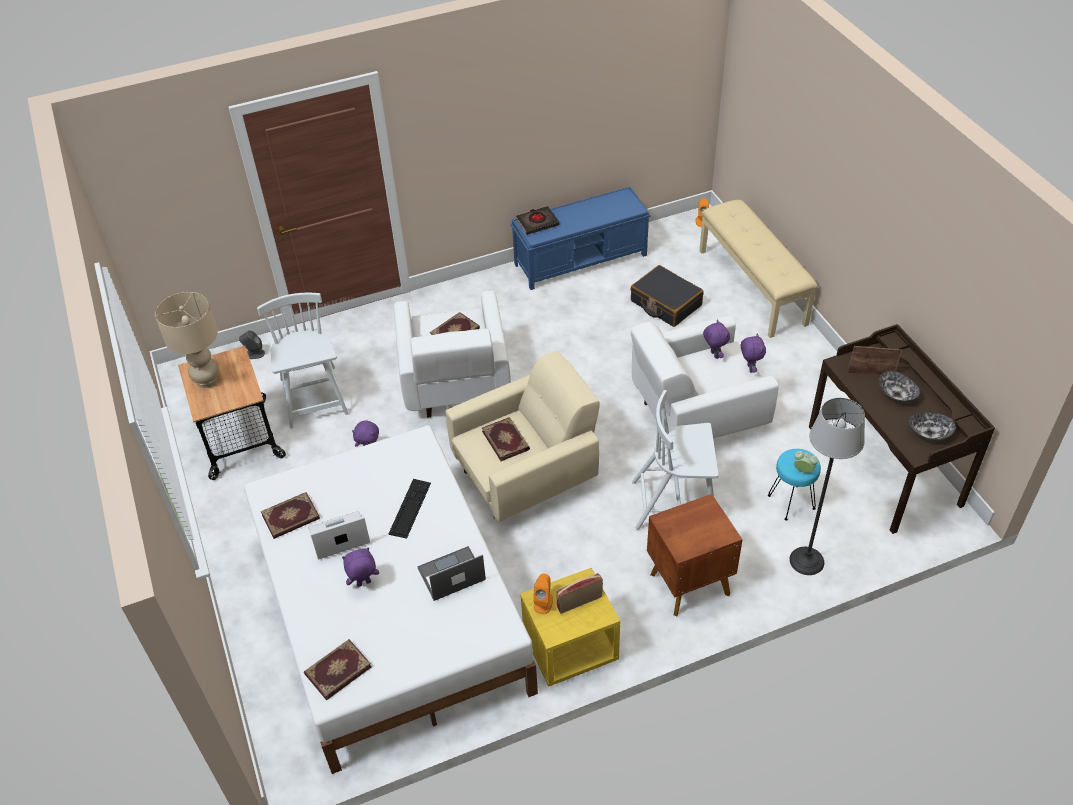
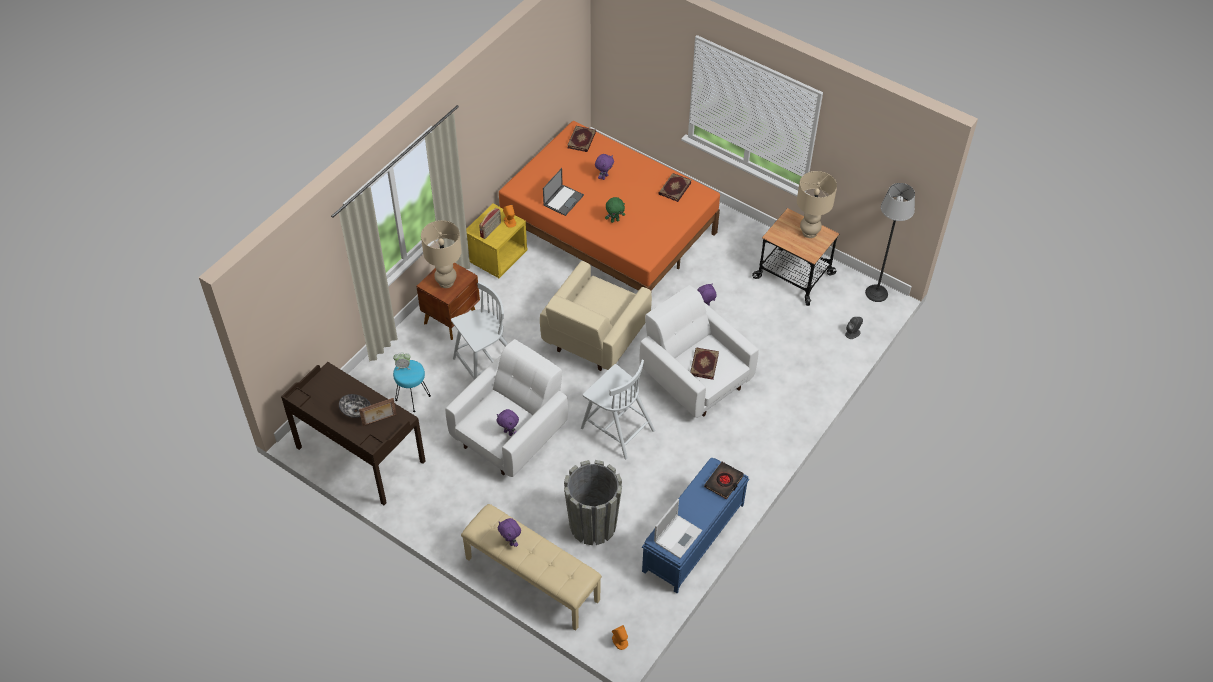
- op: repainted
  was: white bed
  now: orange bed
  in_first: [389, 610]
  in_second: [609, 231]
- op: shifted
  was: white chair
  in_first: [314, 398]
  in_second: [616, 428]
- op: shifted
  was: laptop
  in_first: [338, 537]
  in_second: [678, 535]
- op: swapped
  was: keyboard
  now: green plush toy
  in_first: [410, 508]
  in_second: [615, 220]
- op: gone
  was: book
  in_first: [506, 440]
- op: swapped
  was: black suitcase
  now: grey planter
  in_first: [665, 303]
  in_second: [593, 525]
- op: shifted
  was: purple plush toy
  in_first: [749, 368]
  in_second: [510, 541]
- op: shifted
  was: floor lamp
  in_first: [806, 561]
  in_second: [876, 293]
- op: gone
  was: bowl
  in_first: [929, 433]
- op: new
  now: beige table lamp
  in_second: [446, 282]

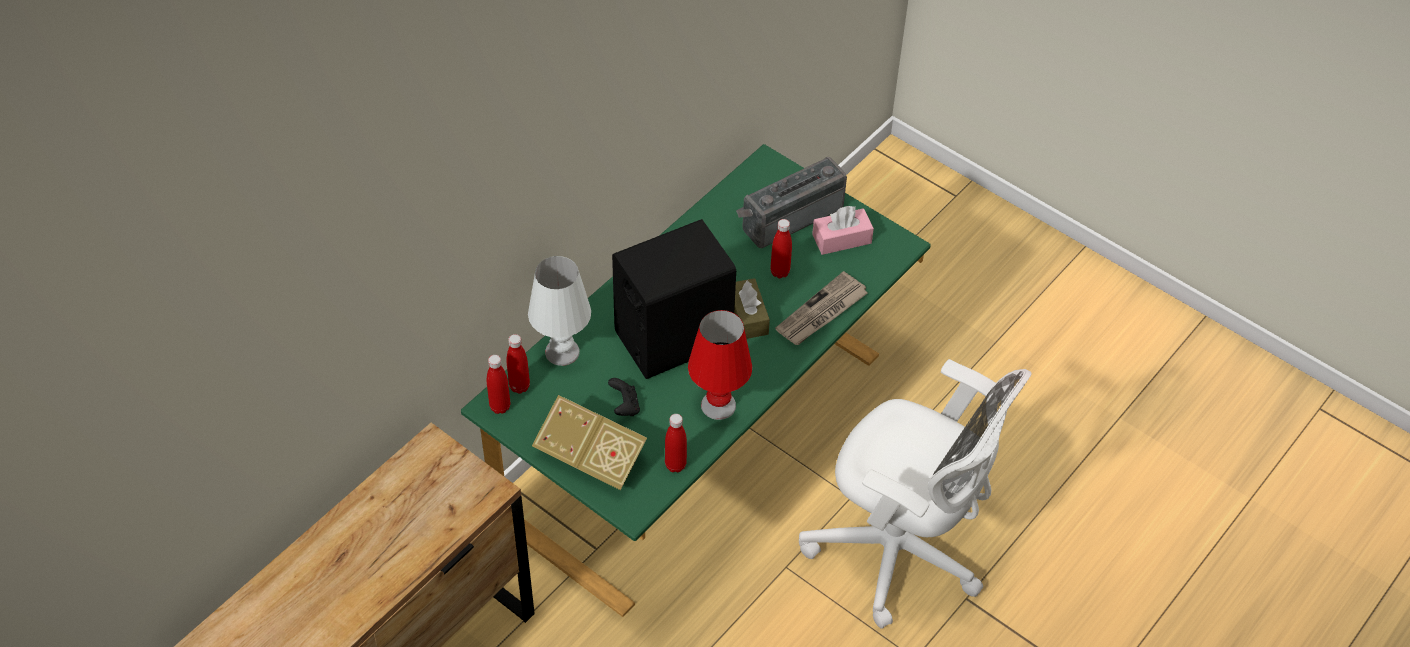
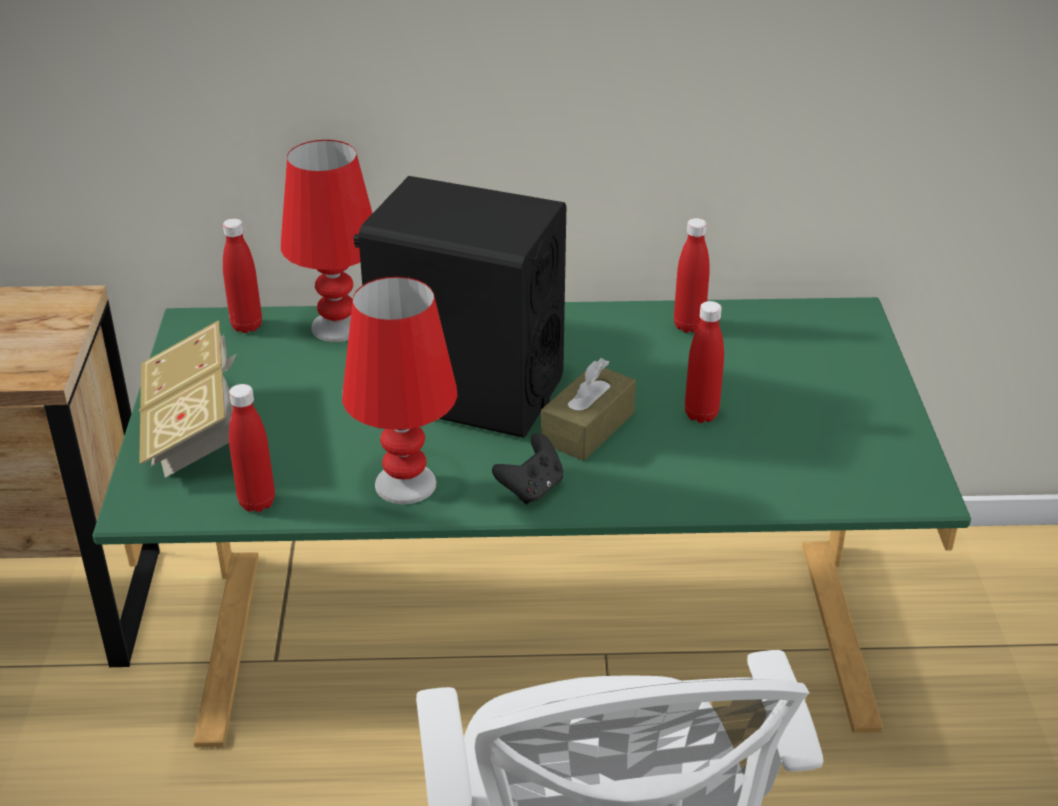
- op: shifted
  was: red bottle
  in_first: [500, 407]
  in_second: [689, 326]
- op: repainted
  was: white table lamp
  now: red table lamp
  in_first: [561, 351]
  in_second: [337, 326]
- op: shifted
  was: black game controller
  in_first: [624, 406]
  in_second: [531, 488]
- op: gone
  was: radio
  in_first: [789, 216]
- op: gone
  was: newspaper
  in_first: [821, 312]
- op: gone
  was: pink tissue box
  in_first: [841, 239]

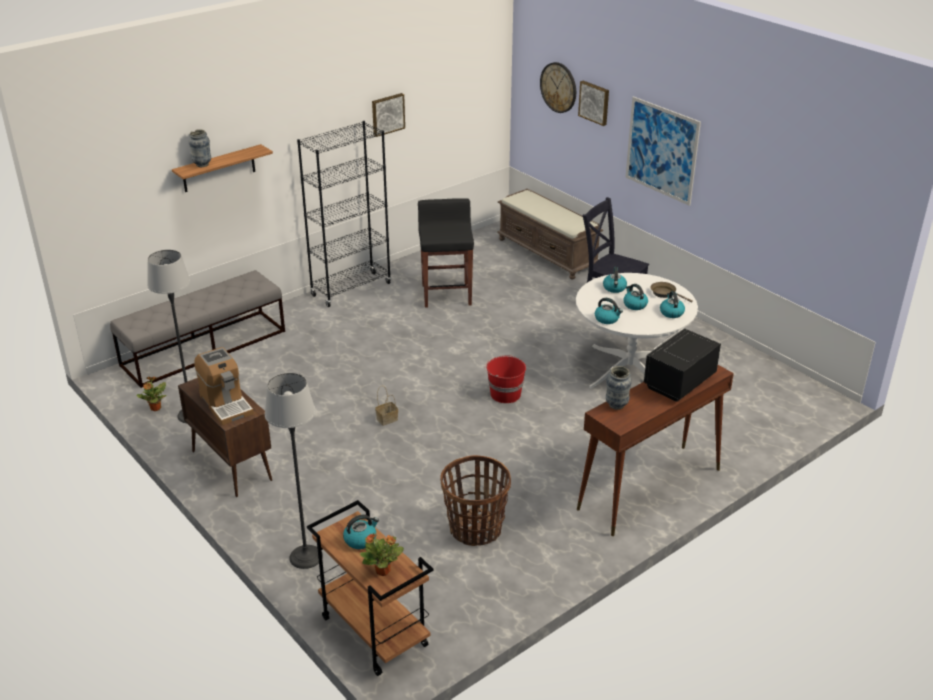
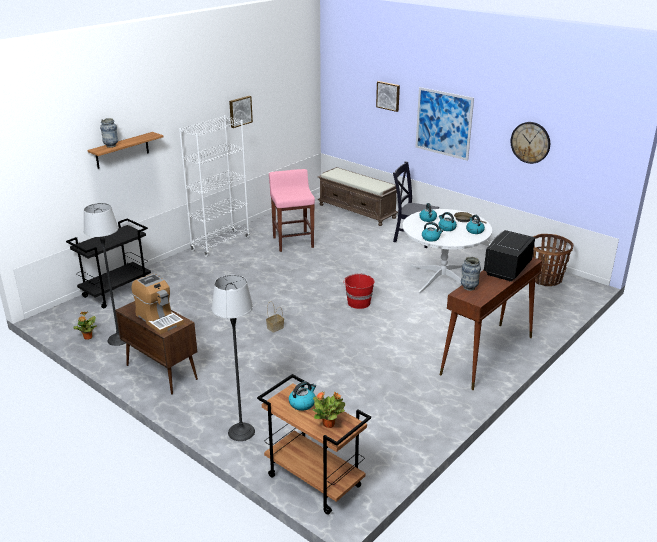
- op: swapped
  was: grey bench
  now: black cart
  in_first: [204, 348]
  in_second: [117, 292]
- op: repainted
  was: black bookcase
  now: white bookcase
  in_first: [351, 289]
  in_second: [220, 244]
- op: repainted
  was: black stool
  now: pink stool
  in_first: [446, 294]
  in_second: [293, 242]
- op: shifted
  was: basket
  in_first: [475, 529]
  in_second: [545, 279]
- op: shifted
  was: wall clock
  in_first: [558, 87]
  in_second: [530, 142]

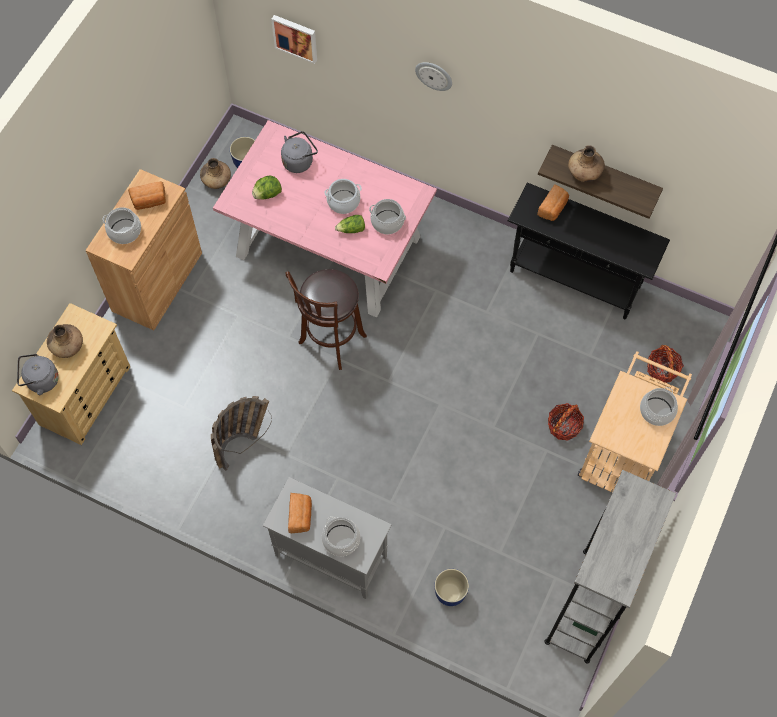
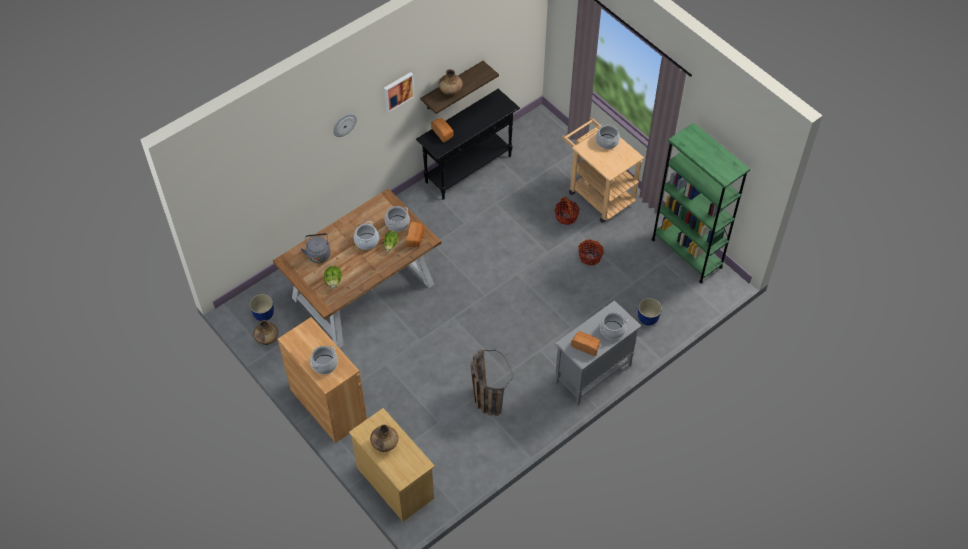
- op: gone
  was: grey kettle
  in_first: [40, 381]
- op: shifted
  was: bread
  in_first: [149, 201]
  in_second: [415, 238]
- op: repainted
  was: pink dining table
  now: brown dining table
  in_first: [327, 246]
  in_second: [362, 291]
- op: shifted
  was: picture
  in_first: [295, 37]
  in_second: [398, 91]
- op: gone
  was: brown stool
  in_first: [330, 342]
- op: repainted
  was: grey bookcase
  now: green bookcase
  in_first: [586, 605]
  in_second: [686, 253]
- op: shifted
  was: basket
  in_first: [662, 369]
  in_second: [590, 256]

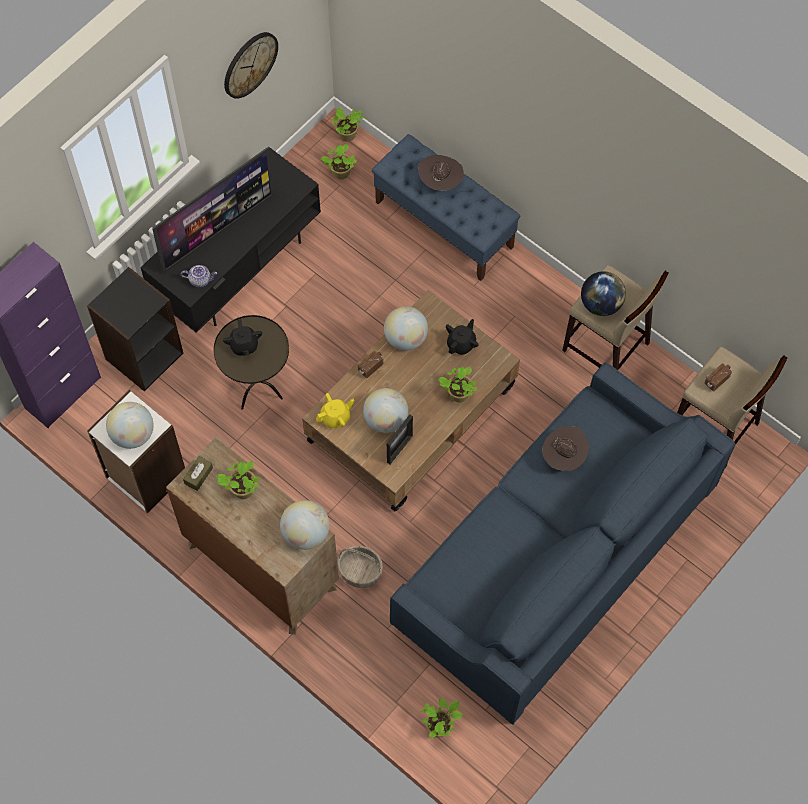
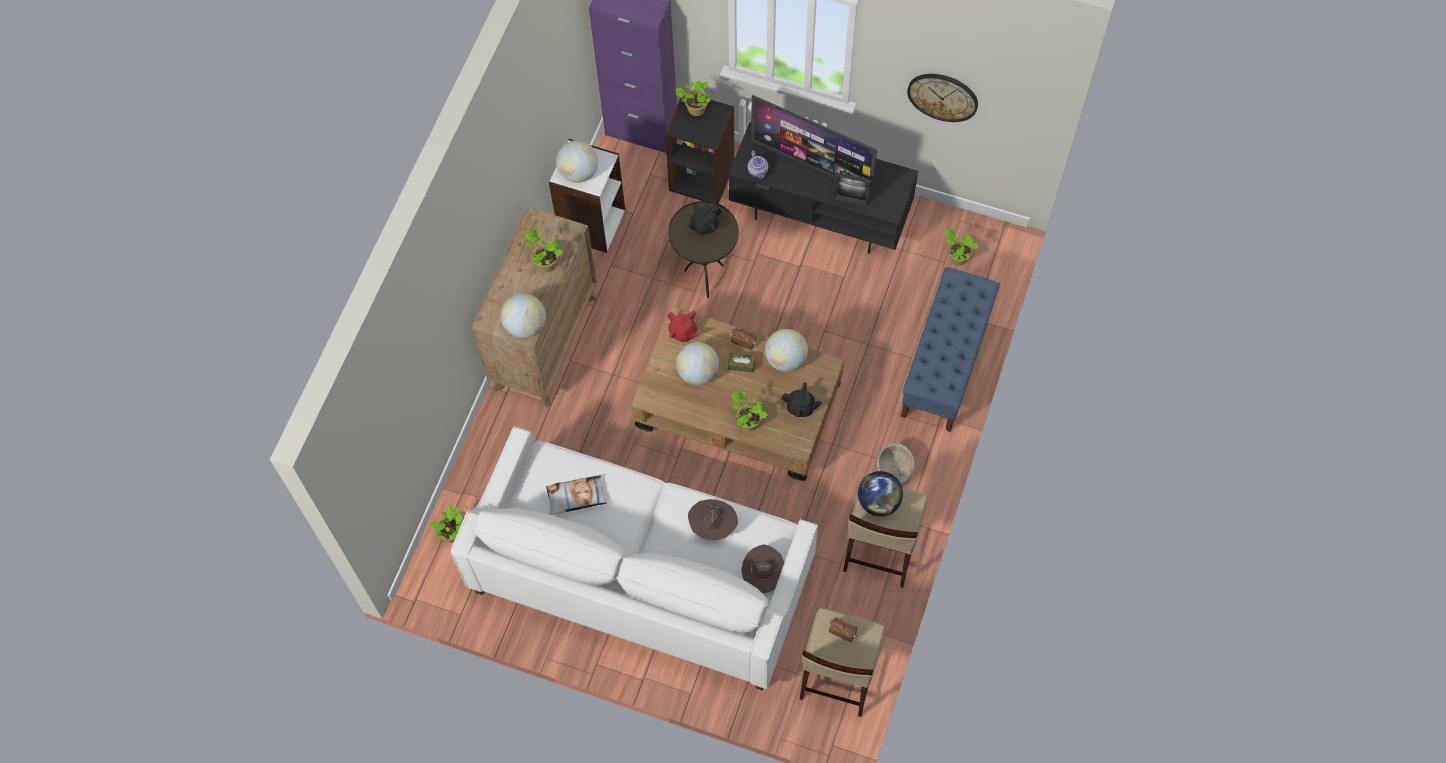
- op: shifted
  was: brown tissue box
  in_first: [198, 475]
  in_second: [741, 365]
- op: repainted
  was: yellow teapot
  now: red teapot
  in_first: [336, 417]
  in_second: [683, 332]
- op: shifted
  was: potted plant
  in_first: [347, 136]
  in_second: [695, 109]
- op: shifted
  was: basket
  in_first: [361, 572]
  in_second: [894, 471]
- op: shifted
  was: picture frame
  in_first: [399, 449]
  in_second: [850, 201]
- op: repainted
  was: blue sofa
  now: white sofa
  in_first: [554, 561]
  in_second: [642, 576]
- op: shifted
  was: brown hat
  in_first: [440, 181]
  in_second: [763, 575]
- op: new
  now: pillow
  in_second: [576, 497]

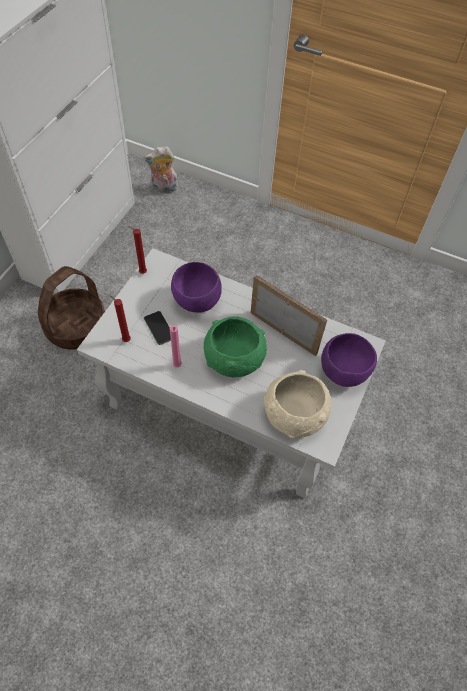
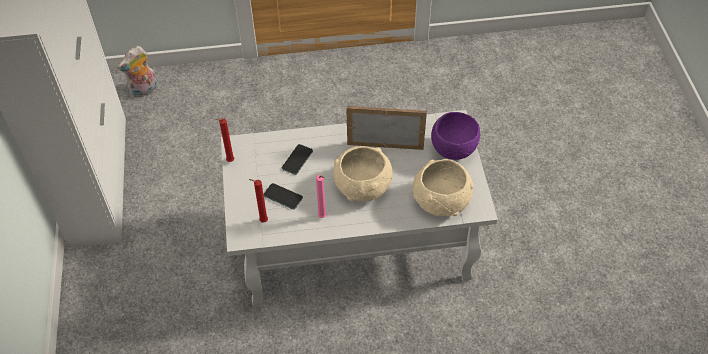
- op: gone
  was: basket
  in_first: [76, 326]
- op: swapped
  was: purple bowl
  now: phone
  in_first: [197, 302]
  in_second: [297, 160]
- op: repainted
  was: green bowl
  now: beige bowl
  in_first: [234, 358]
  in_second: [362, 185]

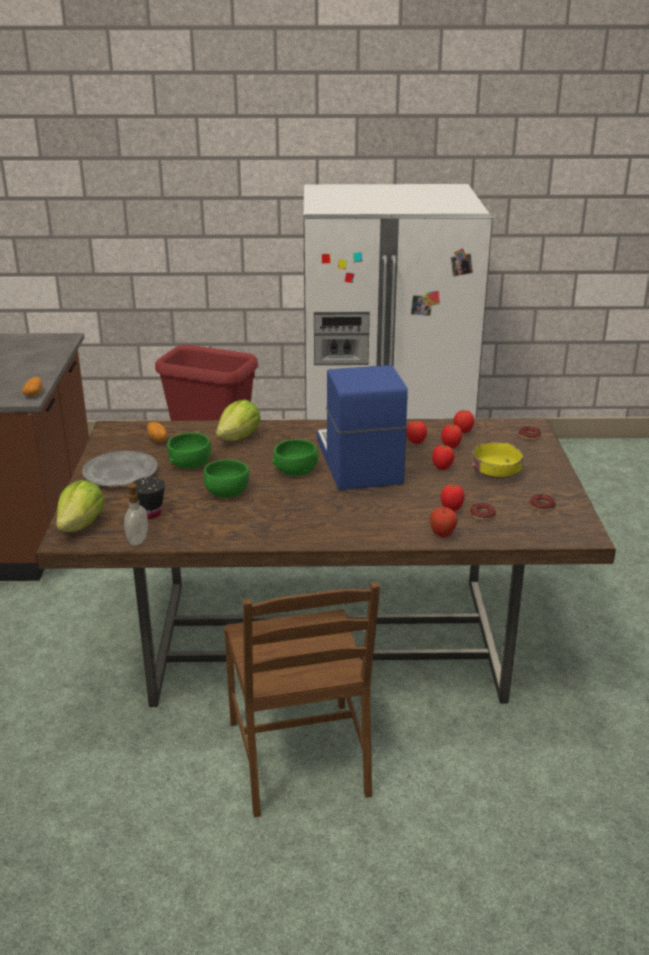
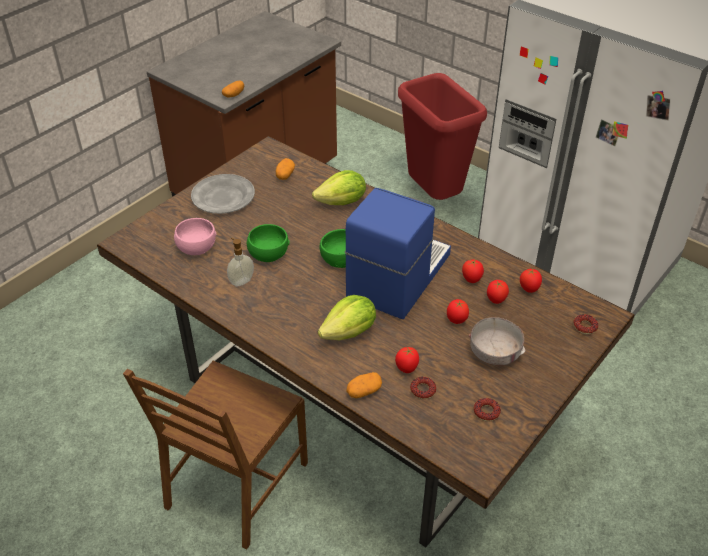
- op: shifted
  was: lettuce
  in_first: [82, 525]
  in_second: [349, 332]
- op: shifted
  was: soap dispenser
  in_first: [137, 540]
  in_second: [241, 281]
- op: swapped
  was: black cup
  now: pink bowl
  in_first: [150, 514]
  in_second: [197, 247]
- op: gone
  was: green bowl
  in_first: [190, 463]
- op: swapped
  was: apple
  now: potato
  in_first: [442, 535]
  in_second: [364, 391]
- op: repainted
  was: yellow bowl
  now: grey bowl
  in_first: [495, 473]
  in_second: [494, 352]

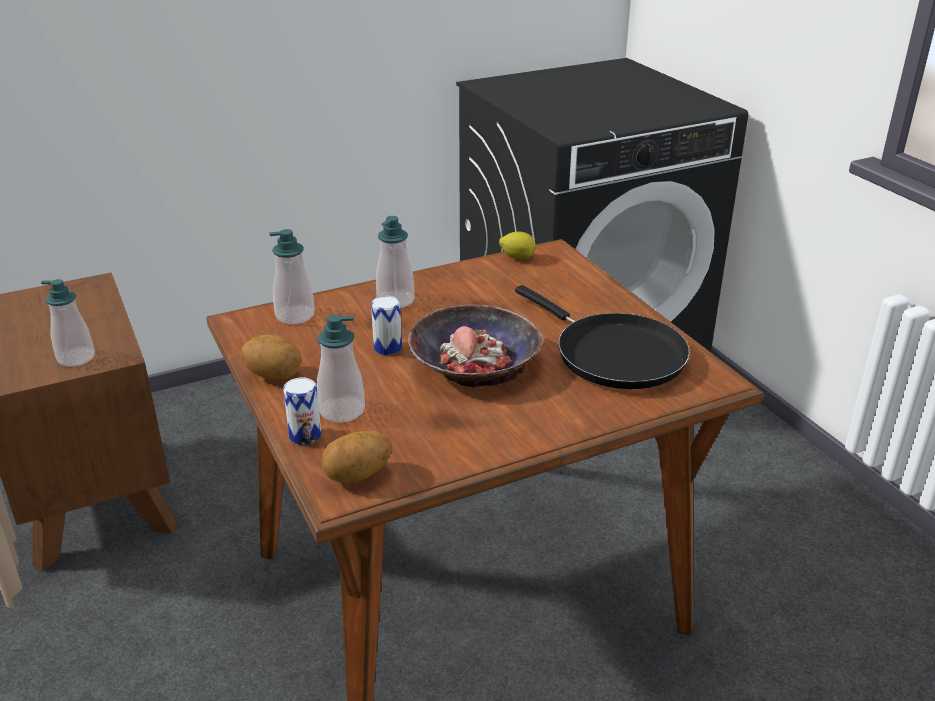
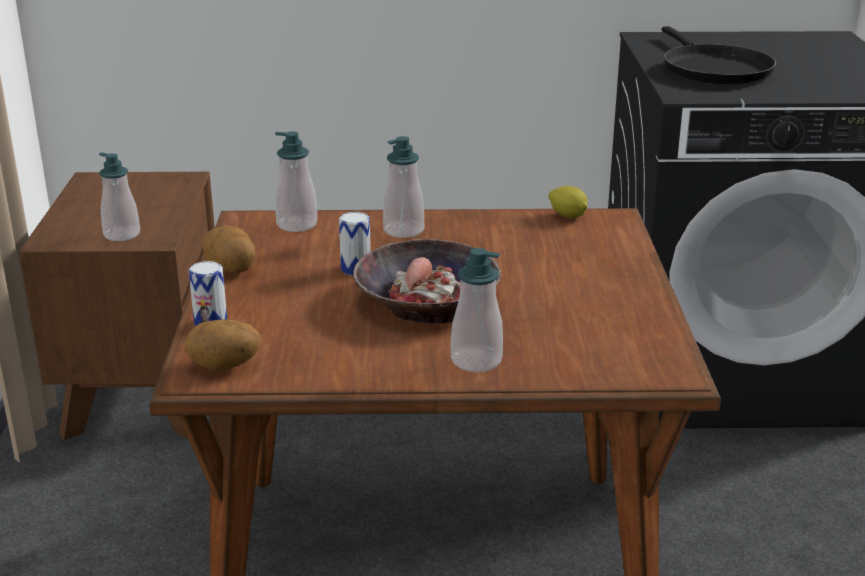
- op: shifted
  was: soap dispenser
  in_first: [342, 411]
  in_second: [476, 360]
- op: shifted
  was: black frying pan
  in_first: [613, 354]
  in_second: [713, 69]

